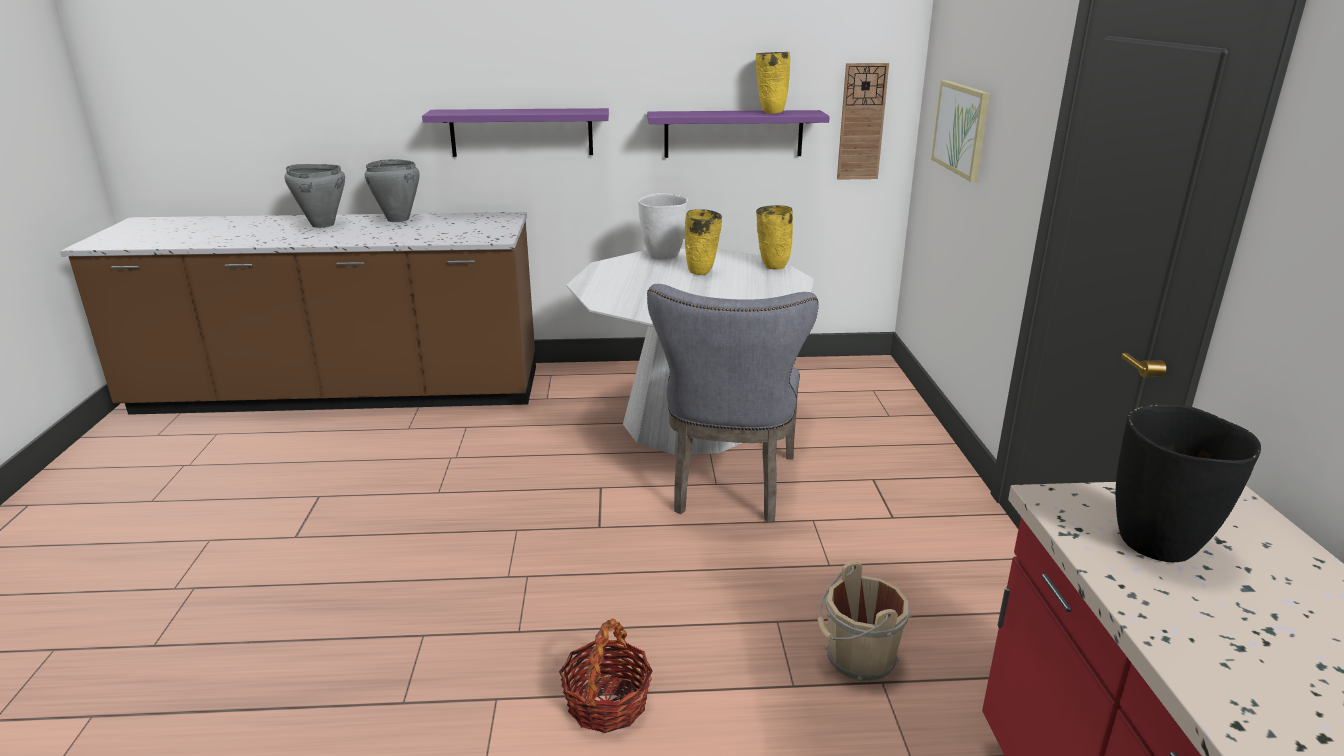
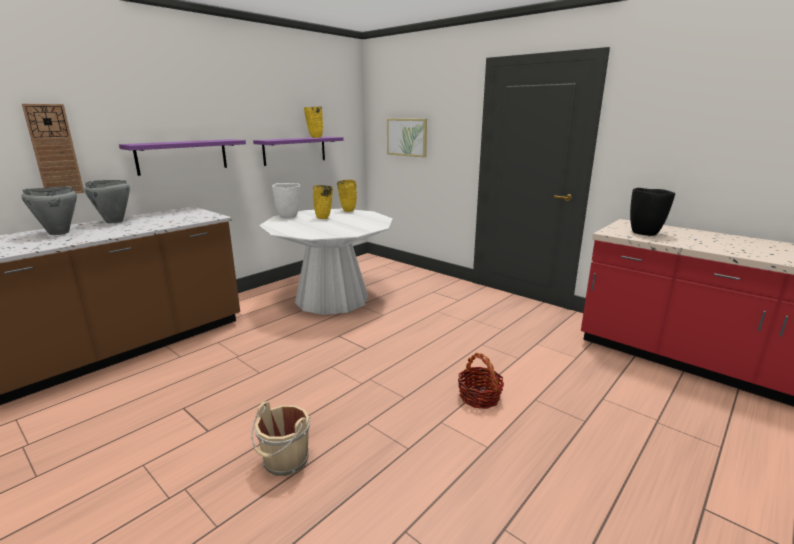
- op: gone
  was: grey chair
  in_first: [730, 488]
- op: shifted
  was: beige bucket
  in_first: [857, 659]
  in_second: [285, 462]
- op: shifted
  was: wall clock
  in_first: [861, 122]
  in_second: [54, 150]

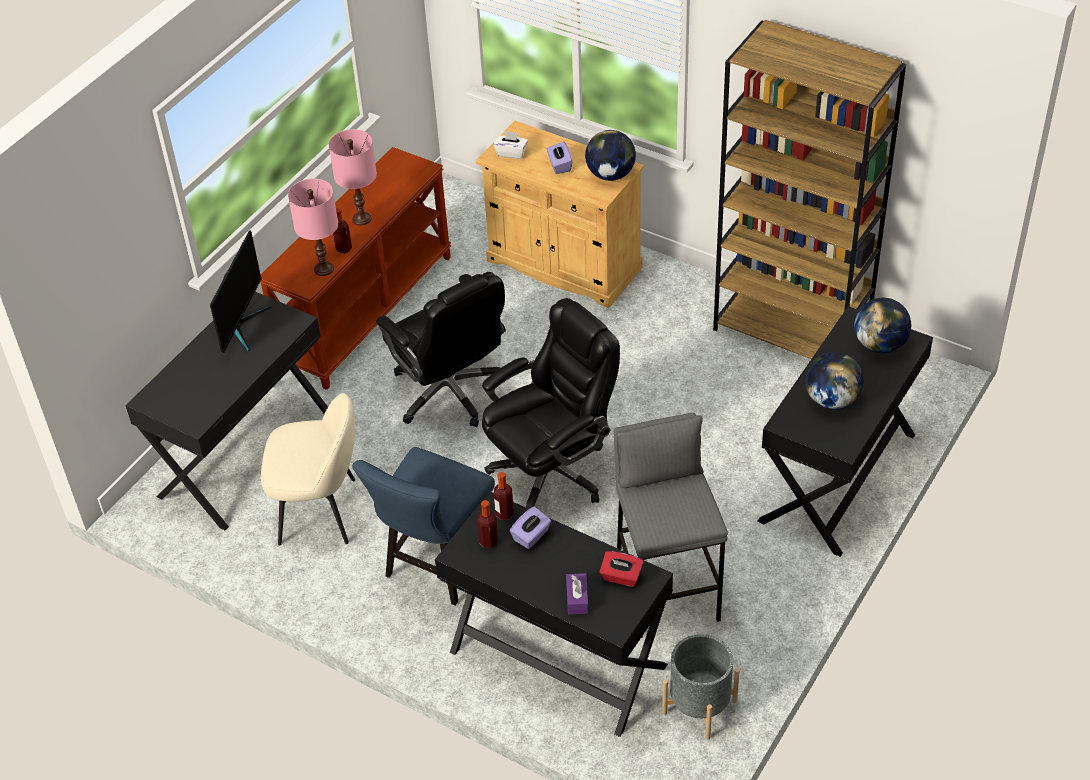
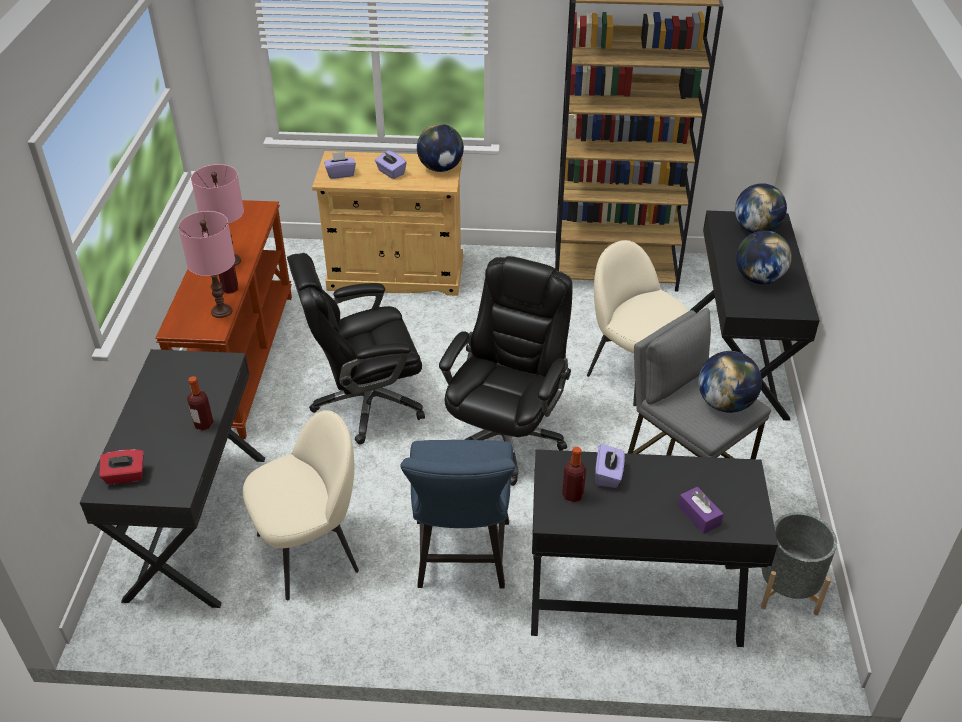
- op: gone
  was: monitor
  in_first: [241, 325]
- op: rotated
  was: black office chair
  in_first: [450, 392]
  in_second: [366, 403]
  clockwise: 135
- op: repainted
  was: white tissue box
  now: purple tissue box
  in_first: [511, 153]
  in_second: [340, 174]
- op: shifted
  was: bottle
  in_first: [504, 513]
  in_second: [203, 424]
- op: shifted
  was: red tissue box
  in_first: [621, 577]
  in_second: [125, 476]
- op: new
  now: beige chair
  in_second: [632, 371]
- op: new
  now: globe
  in_second: [725, 403]

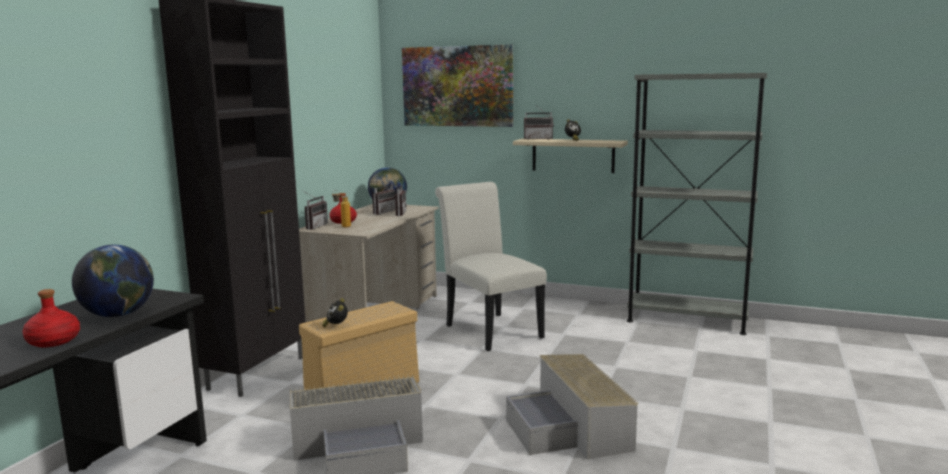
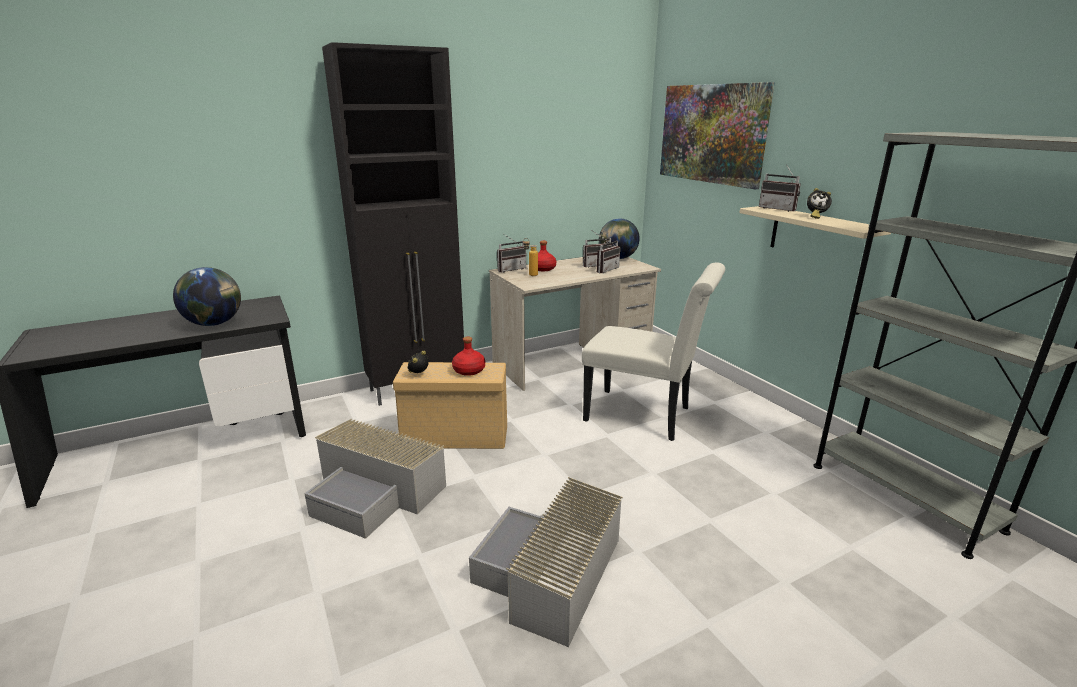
- op: shifted
  was: red bottle
  in_first: [54, 341]
  in_second: [469, 370]
- op: rotated
  was: white chair
  in_first: [489, 329]
  in_second: [645, 416]
  clockwise: 105

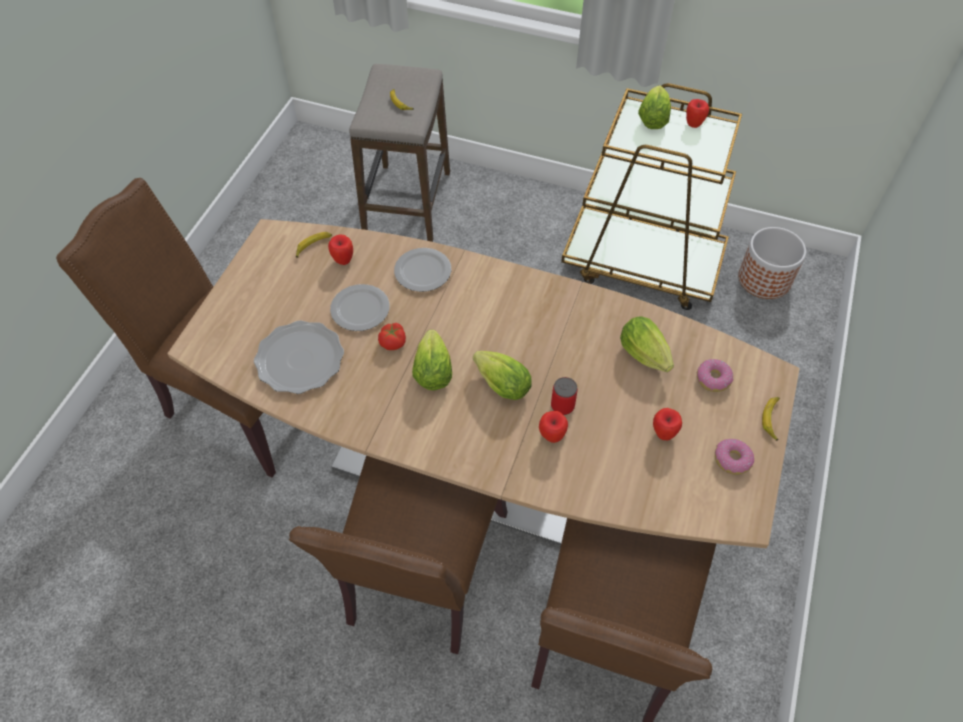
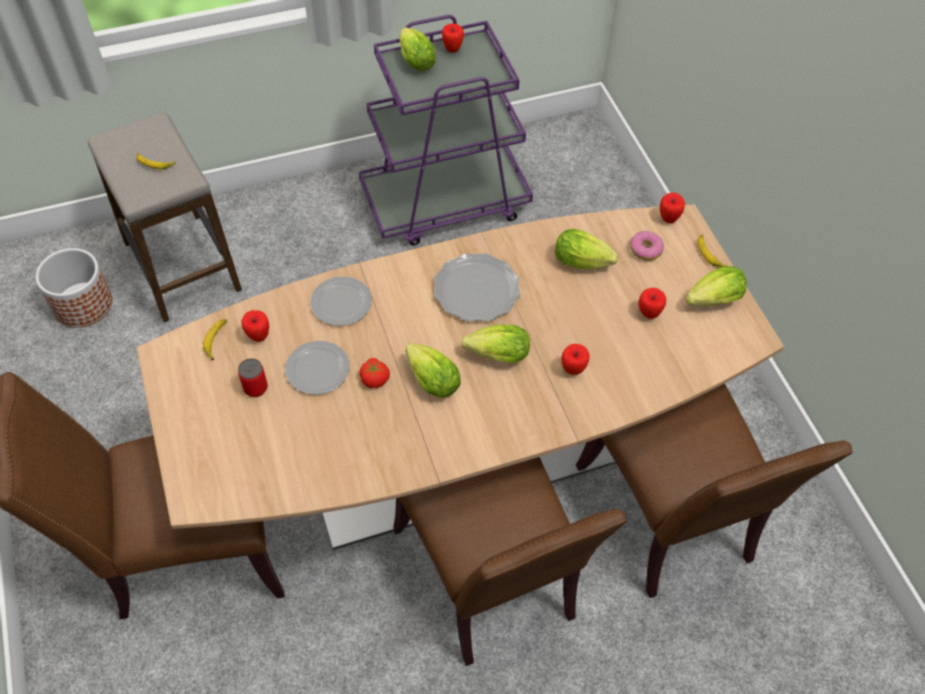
- op: shifted
  was: plate
  in_first: [299, 359]
  in_second: [476, 290]
- op: shifted
  was: can
  in_first: [562, 406]
  in_second: [255, 388]
- op: repainted
  was: brown cart
  now: purple cart
  in_first: [642, 264]
  in_second: [446, 202]
- op: swapped
  was: donut
  now: lettuce
  in_first: [732, 460]
  in_second: [710, 301]
- op: shifted
  was: planter
  in_first: [764, 279]
  in_second: [83, 305]
- op: new
  now: apple
  in_second: [668, 218]

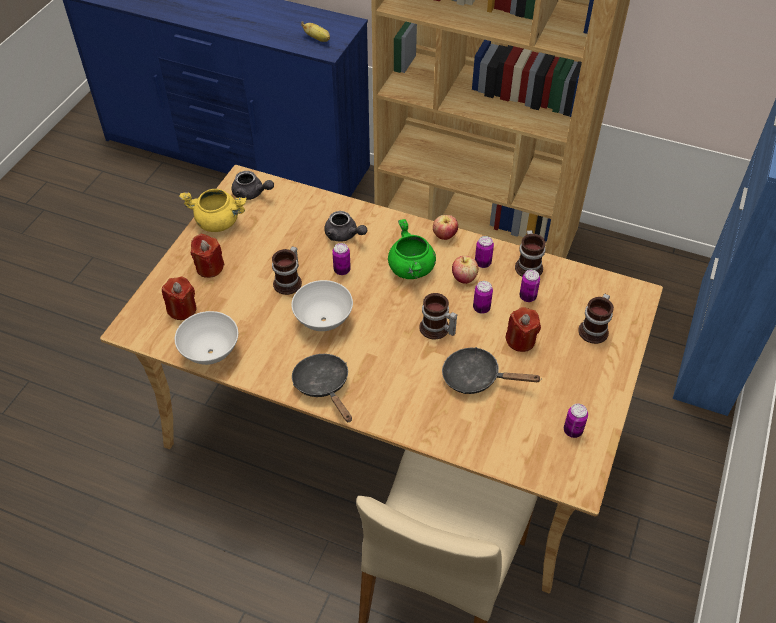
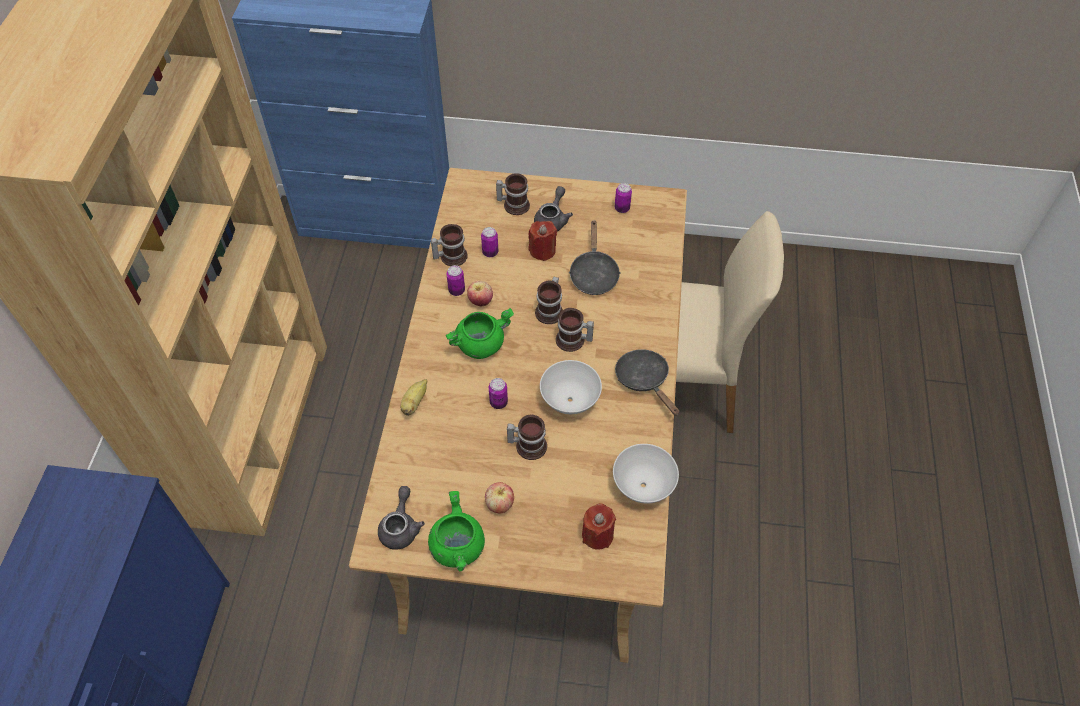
- op: repainted
  was: yellow cooking pot
  now: green cooking pot
  in_first: [218, 222]
  in_second: [457, 547]
- op: gone
  was: red candle
  in_first: [209, 267]
- op: rotated
  was: black frying pan
  in_first: [324, 386]
  in_second: [644, 380]
  clockwise: 105
- op: shifted
  was: banana
  in_first: [318, 39]
  in_second: [414, 403]
- op: shifted
  was: grey teapot
  in_first: [344, 235]
  in_second: [552, 220]
- op: shifted
  was: apple
  in_first: [444, 236]
  in_second: [499, 504]
- op: gone
  was: can
  in_first: [481, 308]
- op: new
  now: mug
  in_second: [573, 341]

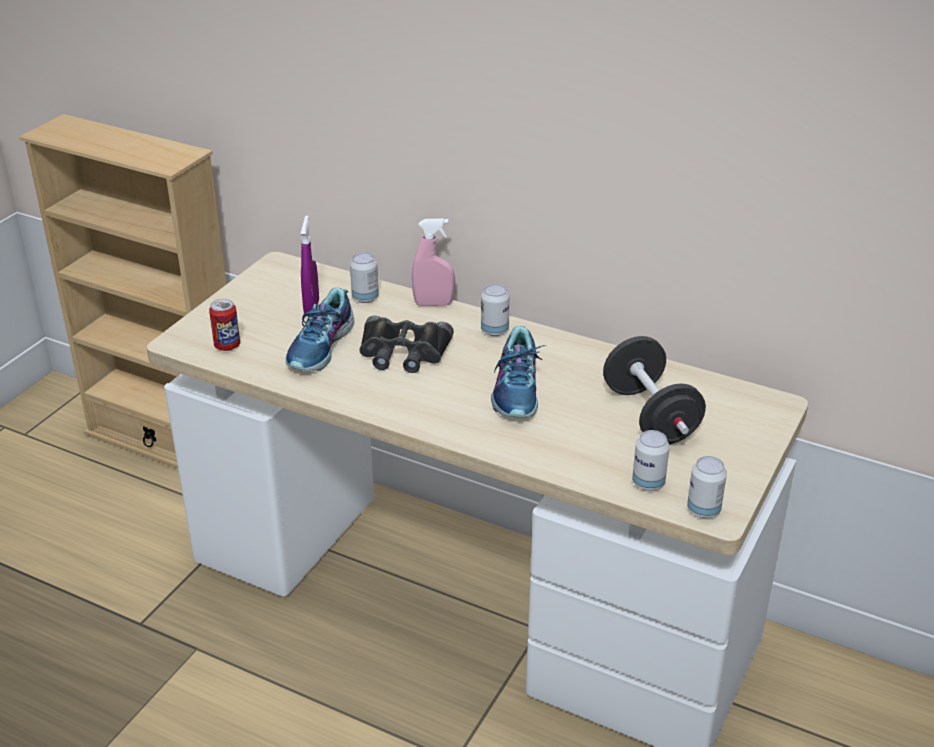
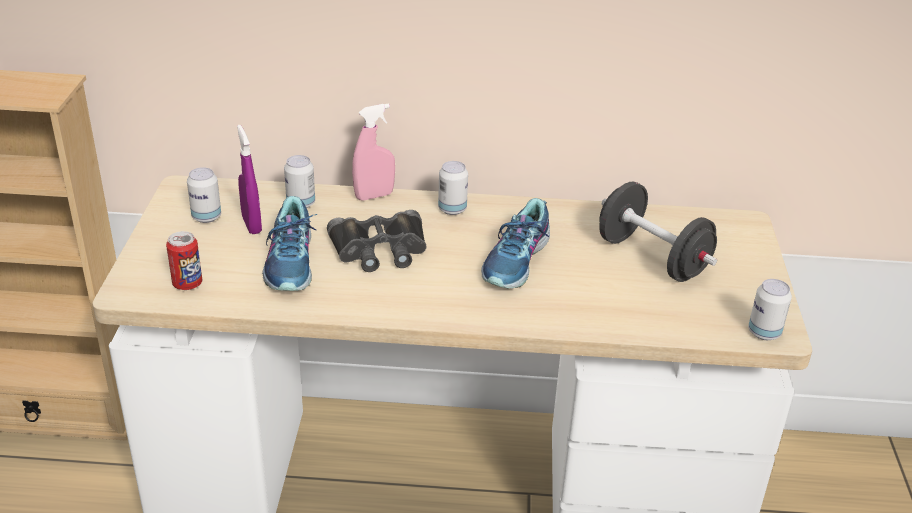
- op: rotated
  was: shoe
  in_first: [518, 390]
  in_second: [517, 261]
  clockwise: 45
- op: shifted
  was: can
  in_first: [648, 483]
  in_second: [206, 217]

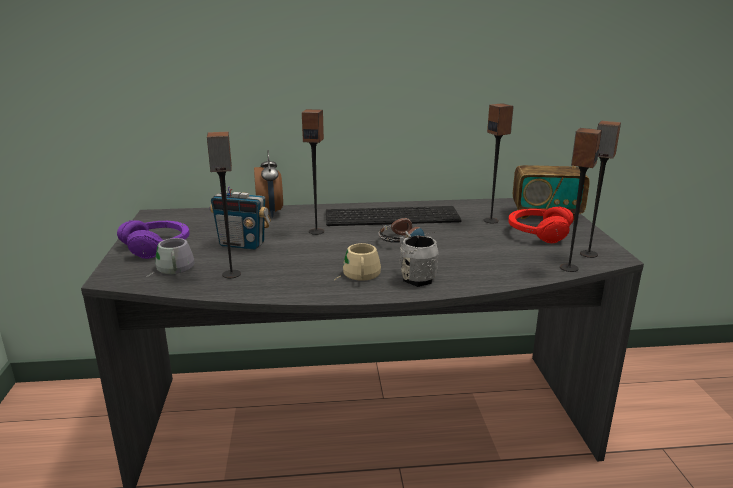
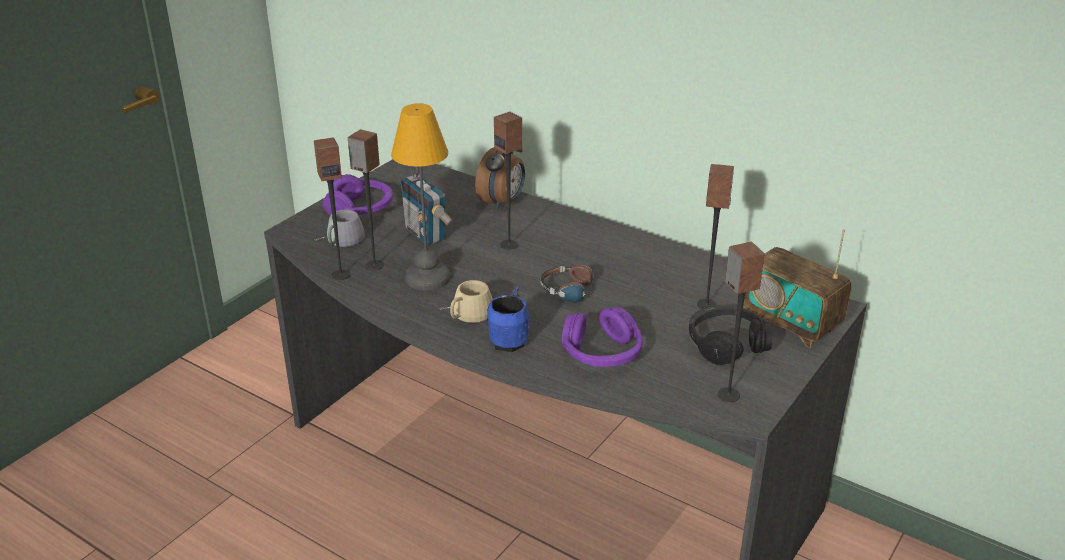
- op: gone
  was: keyboard
  in_first: [393, 216]
- op: repainted
  was: grey mug
  now: blue mug
  in_first: [415, 277]
  in_second: [510, 338]
- op: repainted
  was: red headphones
  now: black headphones
  in_first: [538, 233]
  in_second: [726, 344]
- op: shifted
  was: speaker
  in_first: [568, 268]
  in_second: [341, 274]
- op: new
  now: table lamp
  in_second: [426, 277]
- op: new
  now: purple headphones
  in_second: [602, 353]

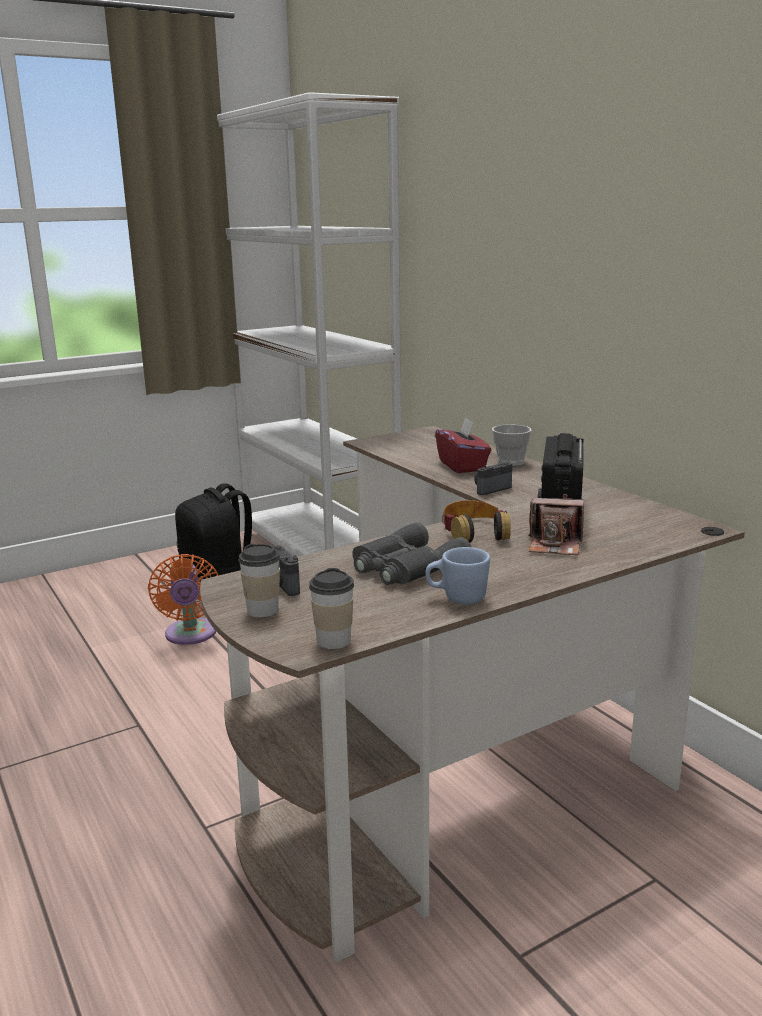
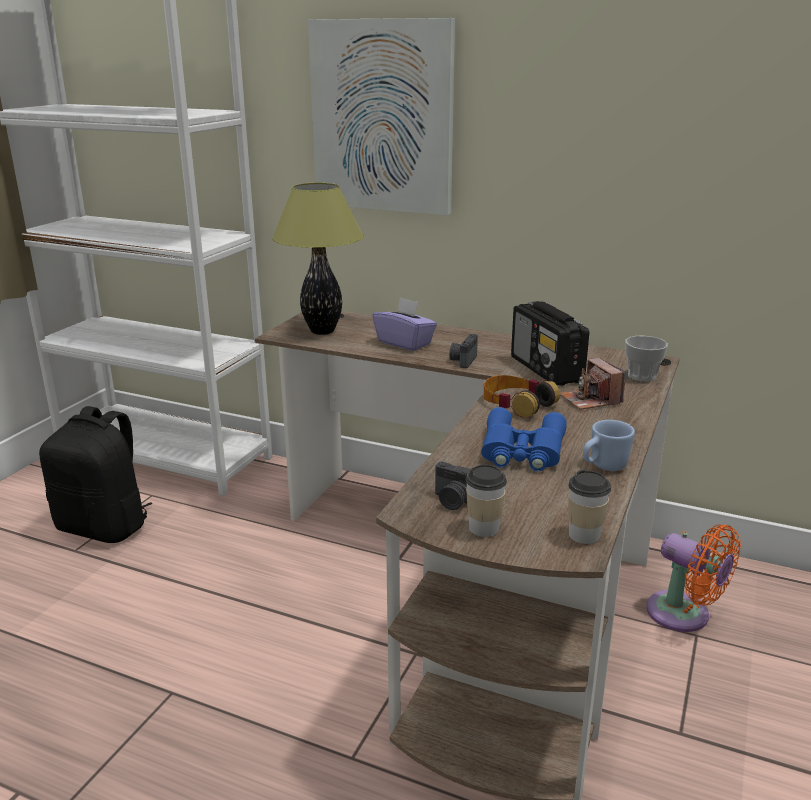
- op: shifted
  was: orange fan
  in_first: [190, 635]
  in_second: [684, 615]
- op: repainted
  was: grey binoculars
  now: blue binoculars
  in_first: [405, 567]
  in_second: [521, 450]
- op: repainted
  was: red tissue box
  now: purple tissue box
  in_first: [462, 466]
  in_second: [405, 343]
- op: shifted
  was: cup
  in_first: [510, 462]
  in_second: [642, 376]
- op: rotated
  was: photo camera
  in_first: [555, 545]
  in_second: [590, 400]
  clockwise: 90
- op: new
  now: table lamp
  in_second: [322, 331]
- op: new
  now: picture
  in_second: [382, 117]

